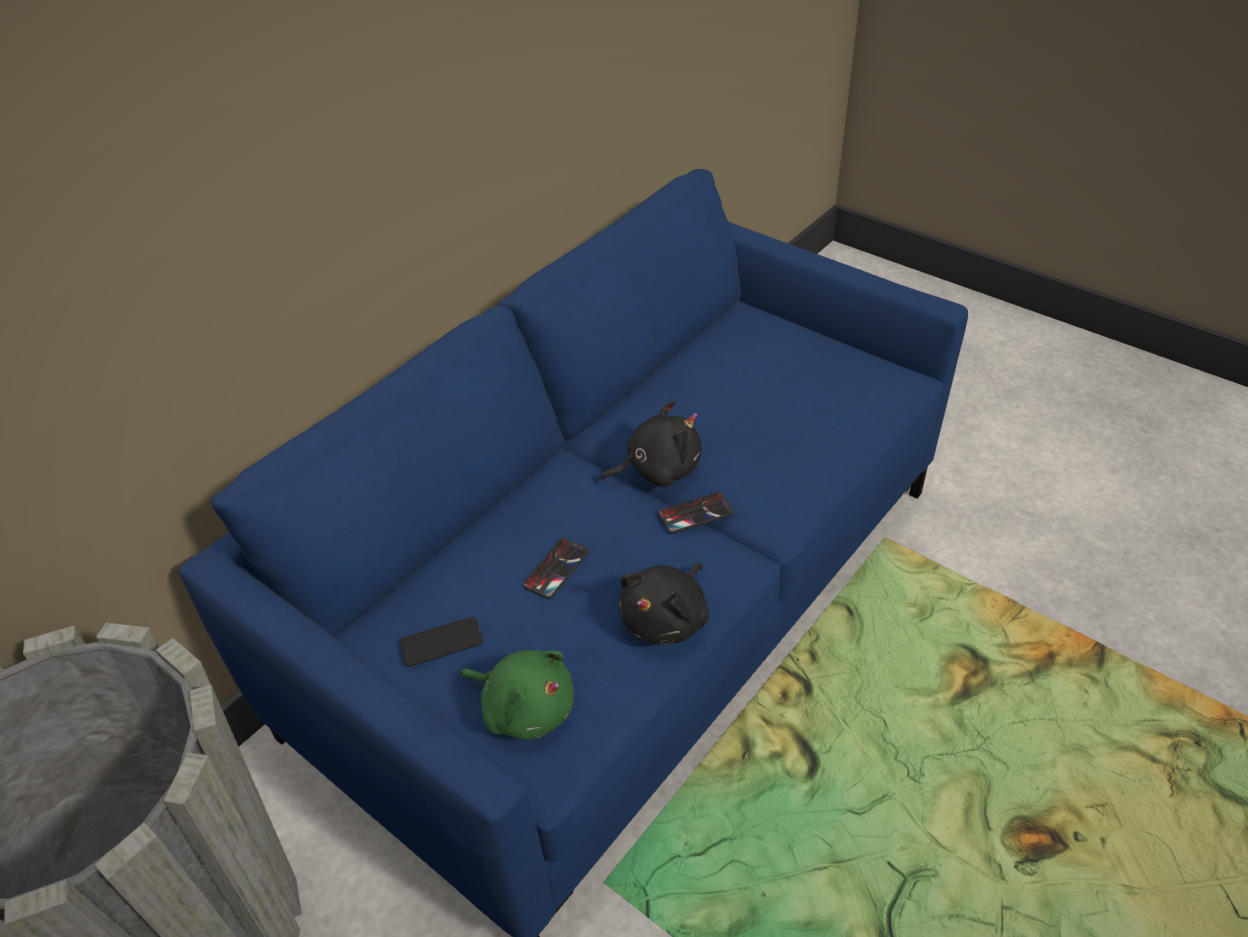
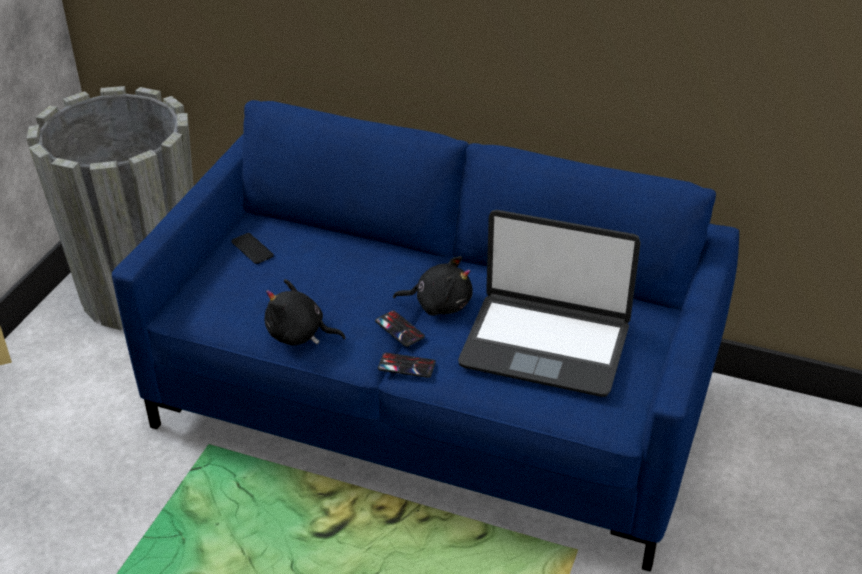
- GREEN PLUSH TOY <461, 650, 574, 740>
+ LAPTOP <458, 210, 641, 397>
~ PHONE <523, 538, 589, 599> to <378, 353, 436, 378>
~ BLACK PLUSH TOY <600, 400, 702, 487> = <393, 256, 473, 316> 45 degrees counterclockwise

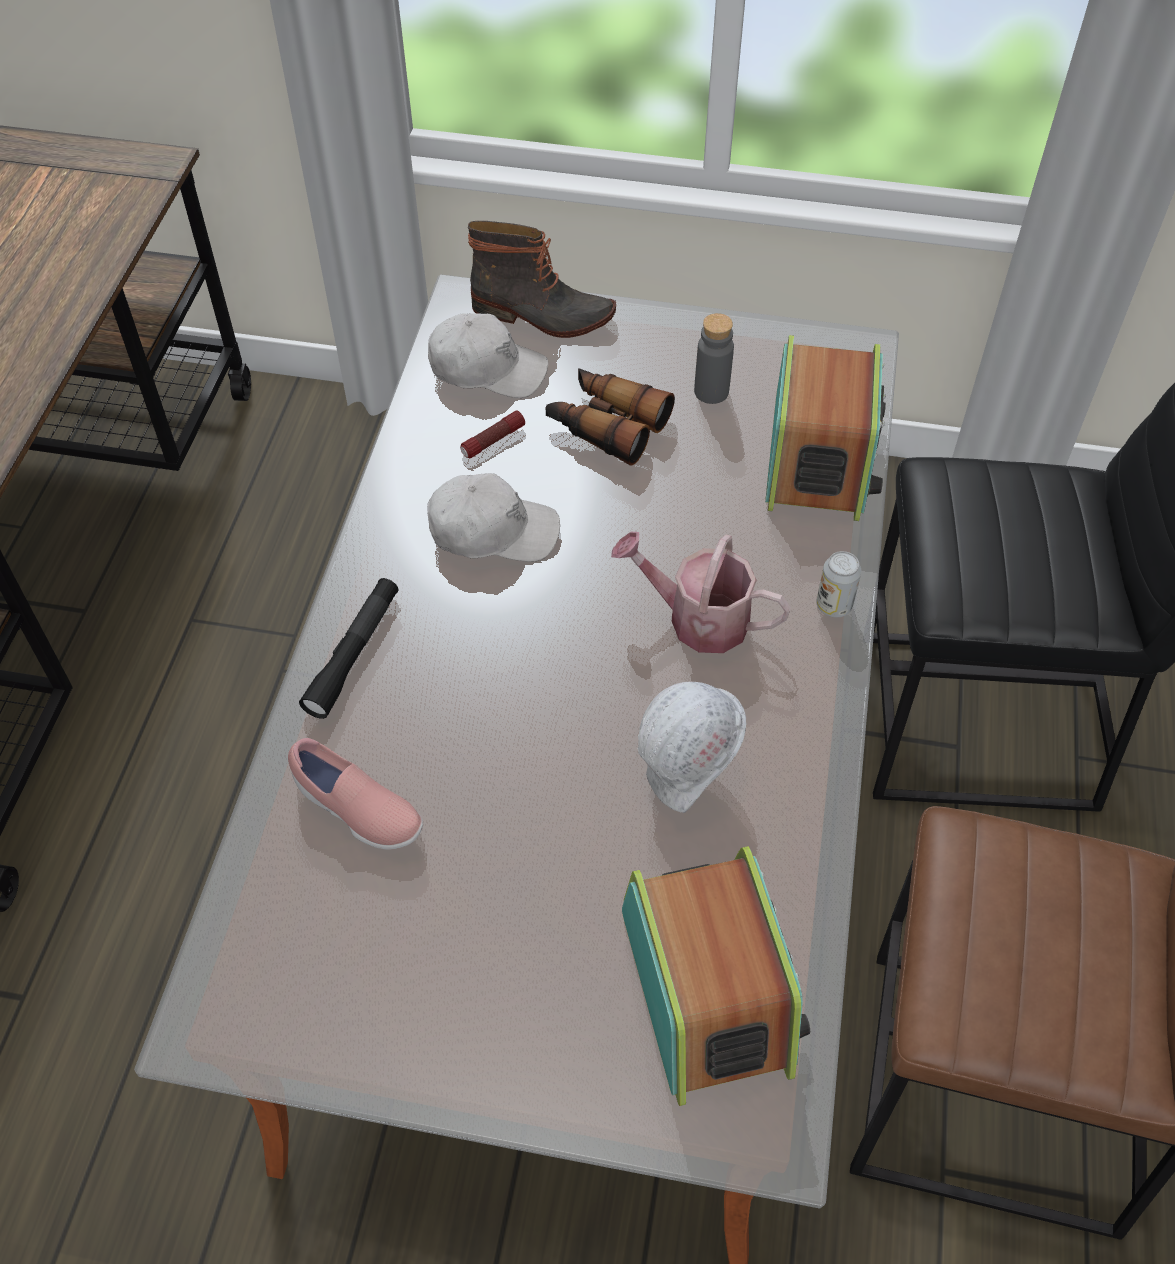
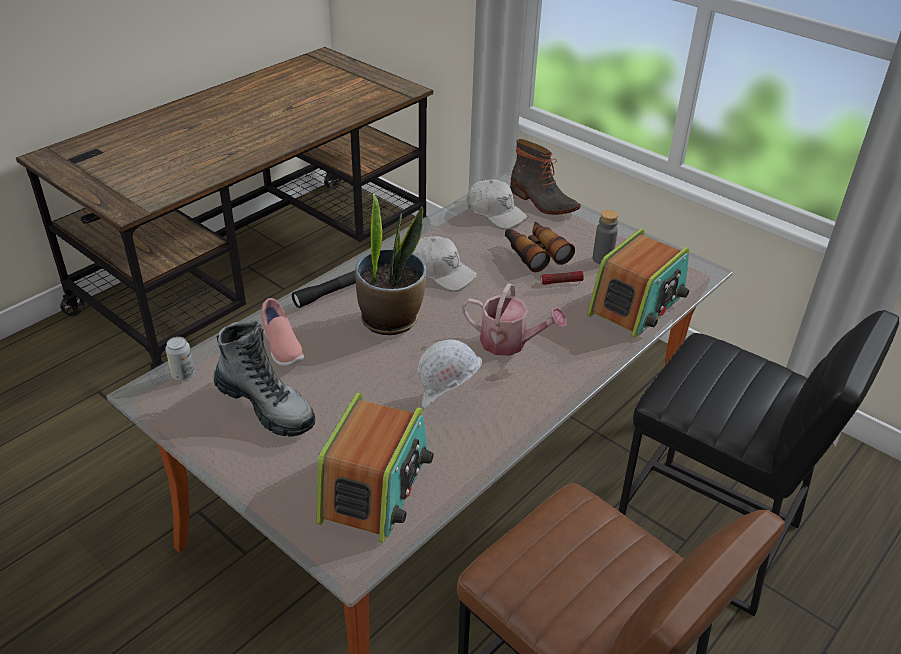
+ BOOT <214, 320, 315, 437>
+ POTTED PLANT <355, 193, 426, 335>
~ FLASHLIGHT <460, 410, 525, 458> to <541, 271, 584, 285>
~ CAN <816, 551, 861, 618> to <165, 337, 195, 381>
~ WATERING CAN <611, 532, 791, 653> = <462, 283, 567, 356> 150 degrees clockwise

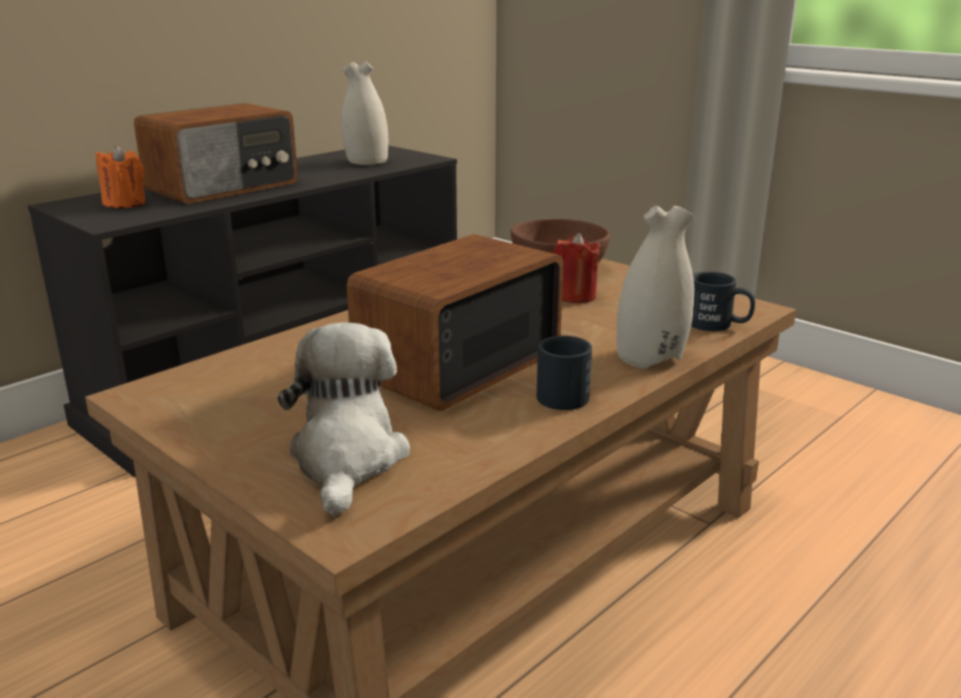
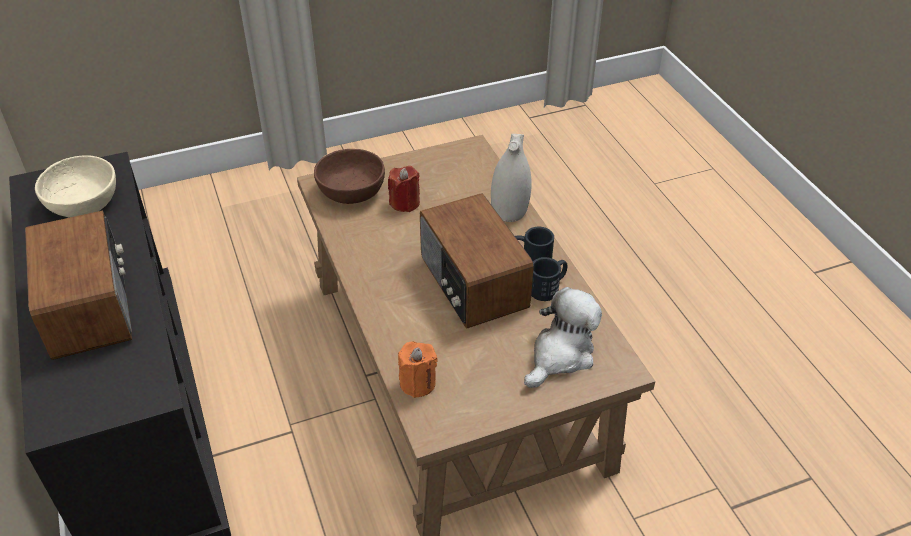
~ ORANGE CANDLE <96, 146, 146, 208> to <398, 341, 438, 398>
~ BLACK MUG <691, 271, 755, 331> to <531, 257, 568, 301>
~ WHITE VASE <341, 61, 388, 165> to BEIGE BOWL <35, 155, 116, 217>
~ PLUSH TOY <277, 322, 410, 516> = <524, 287, 602, 388> 105 degrees clockwise

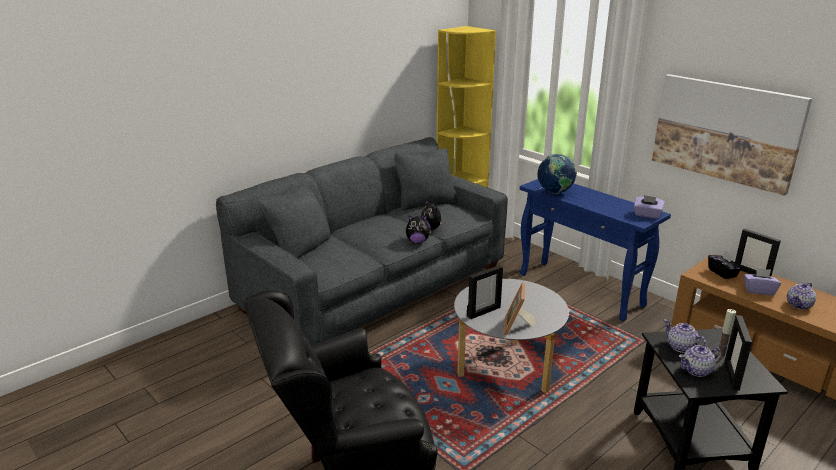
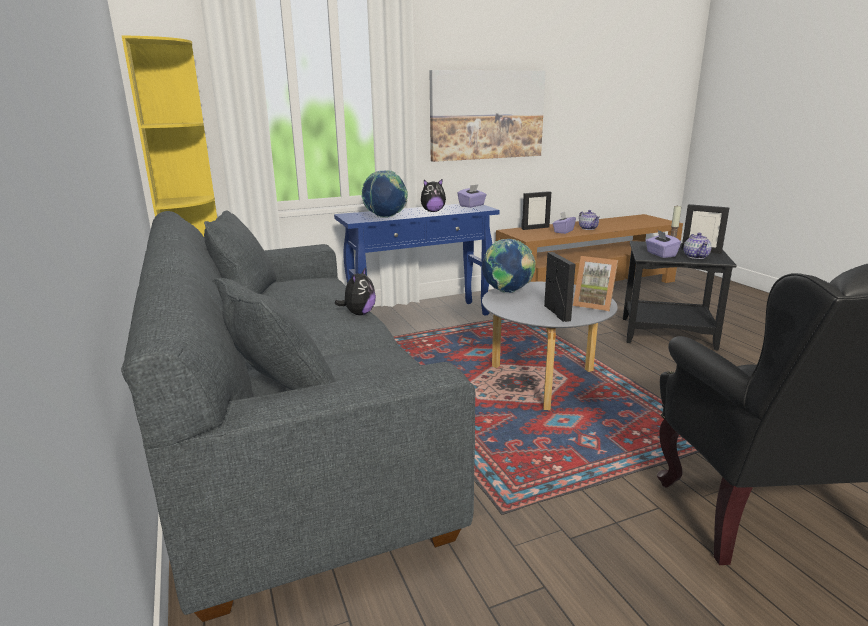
- BLACK TISSUE BOX <708, 250, 742, 279>
+ GLOBE <482, 239, 536, 293>
~ PLUSH TOY <421, 200, 445, 230> to <421, 179, 446, 212>
~ TEAPOT <664, 319, 707, 353> to PURPLE TISSUE BOX <646, 230, 681, 258>

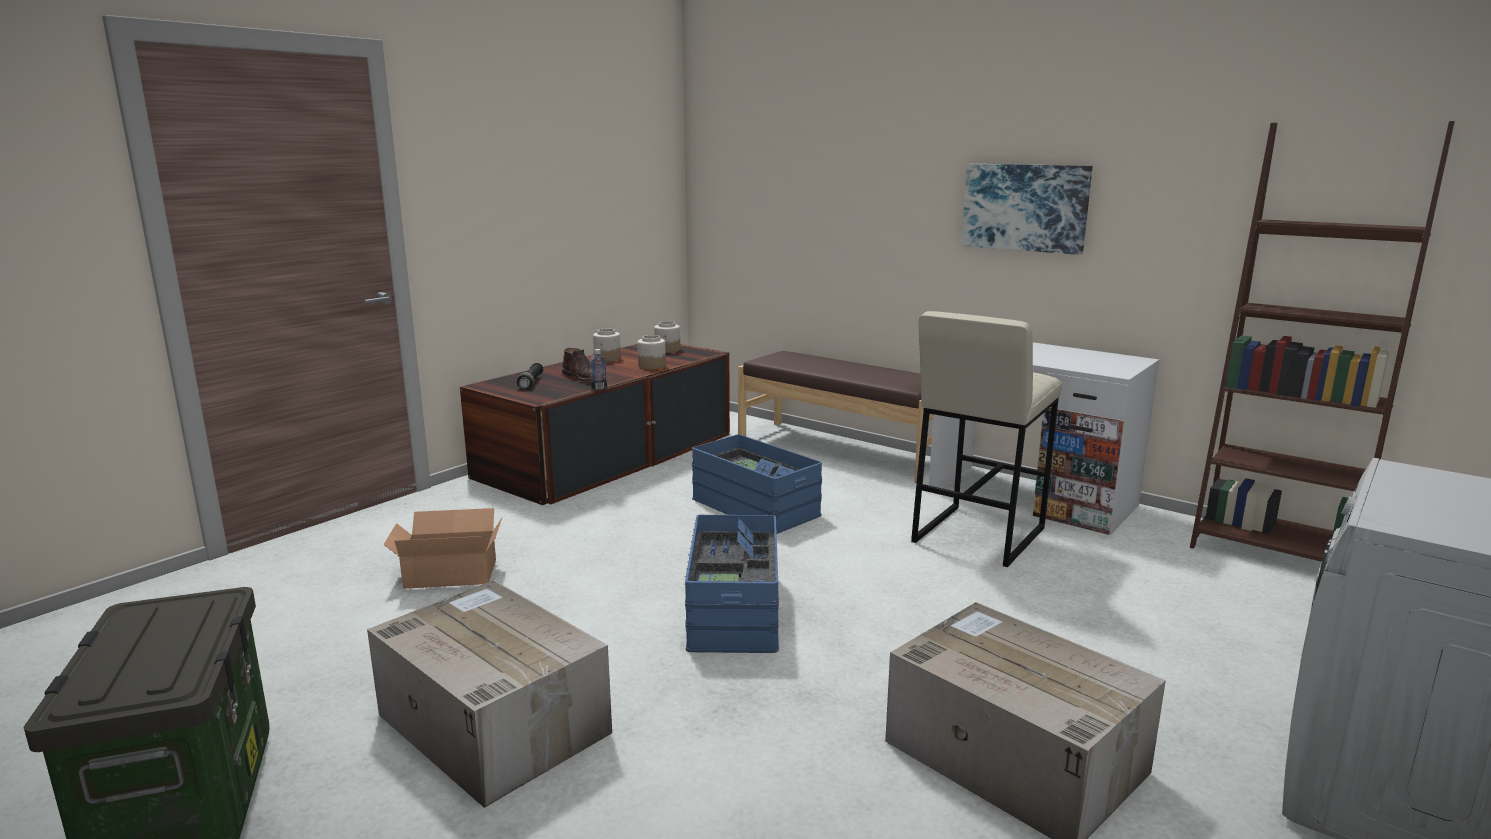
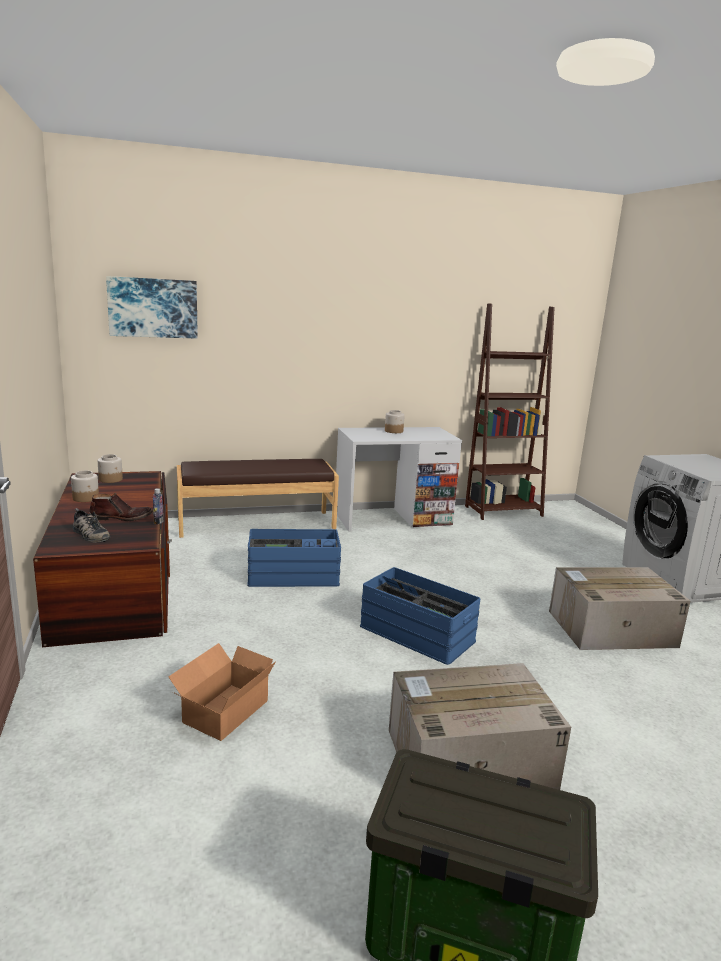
- BEIGE STOOL <911, 311, 1062, 567>
~ JAR <637, 335, 666, 369> to <385, 410, 405, 433>
~ PICTURE <961, 164, 1092, 255> to <106, 276, 198, 339>
~ BLACK FLASHLIGHT <517, 363, 543, 389> to SHOE <73, 508, 110, 543>

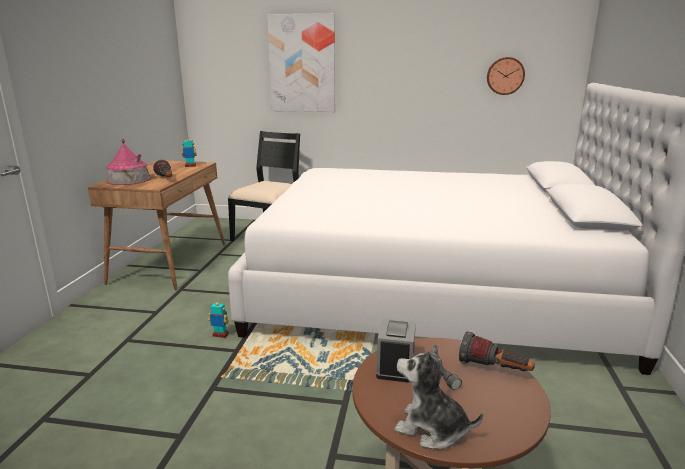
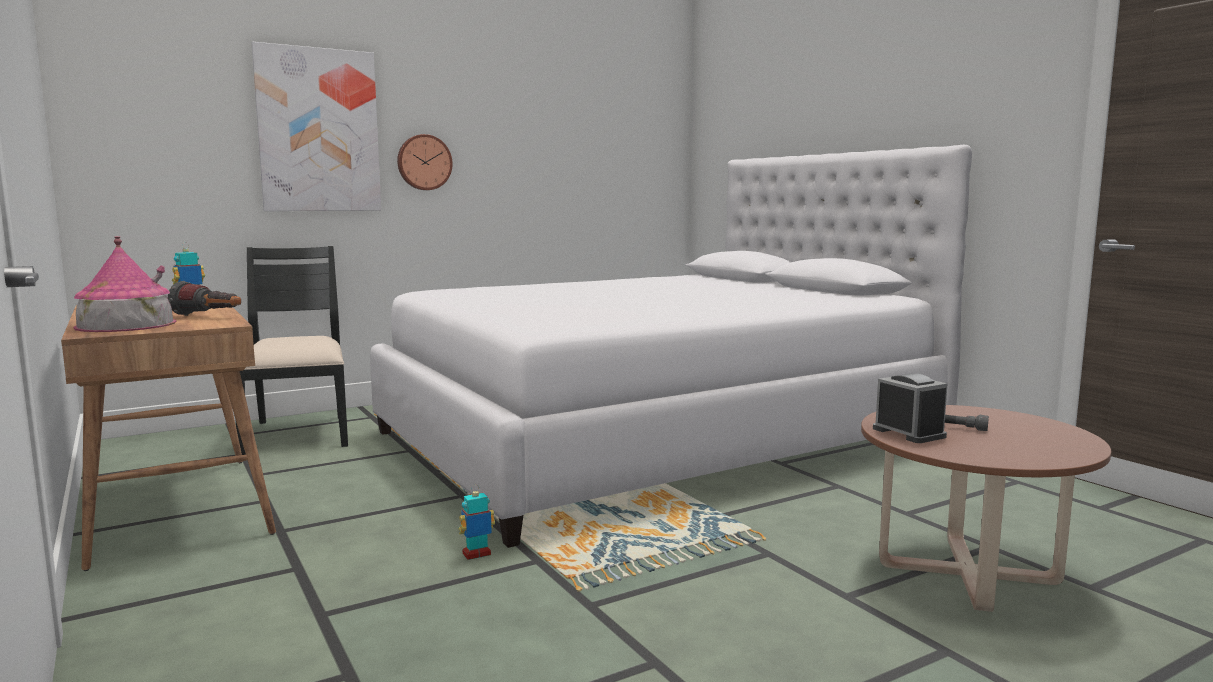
- PLUSH TOY <395, 344, 483, 449>
- FLASHLIGHT <459, 331, 535, 371>
~ WALL CLOCK <487, 57, 525, 95> to <397, 134, 453, 190>

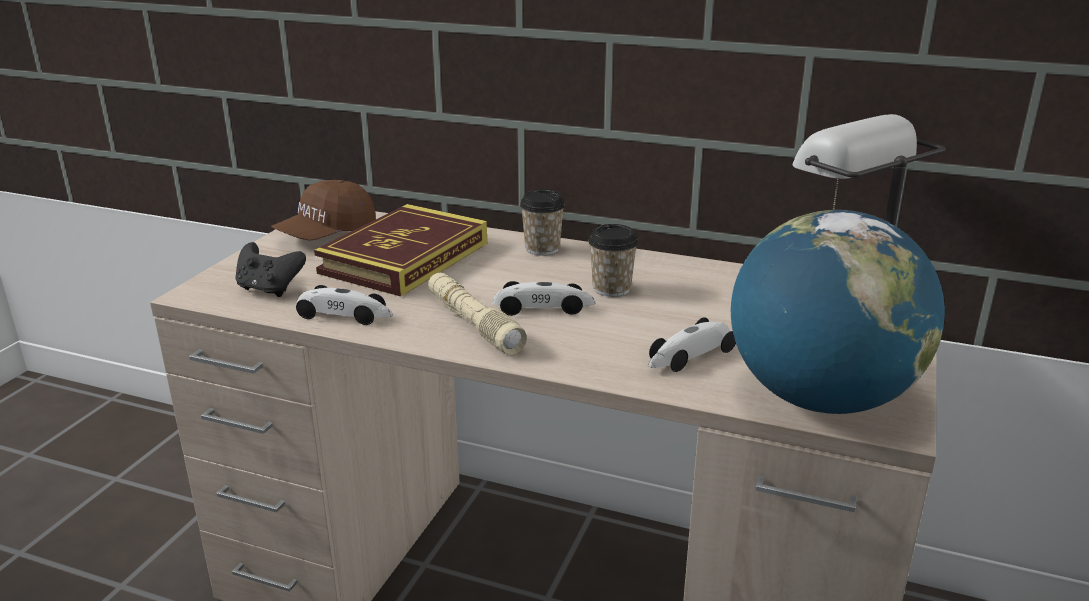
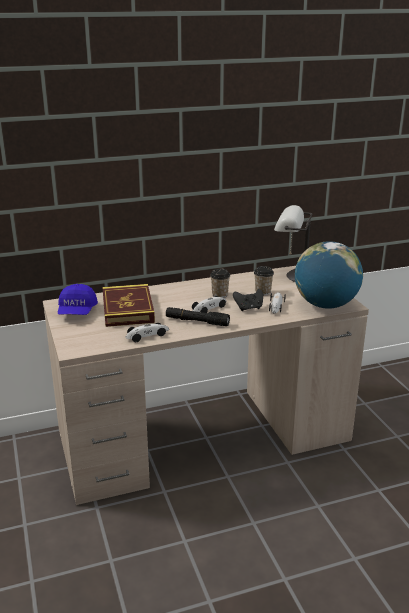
~ BLACK GAME CONTROLLER <235, 242, 306, 297> to <233, 289, 263, 311>
~ CUP <520, 189, 565, 256> to <254, 266, 274, 295>
~ BROWN CAP <271, 180, 376, 241> to BLUE CAP <58, 284, 98, 315>
~ BEIGE FLASHLIGHT <428, 273, 527, 355> to BLACK FLASHLIGHT <166, 307, 230, 326>

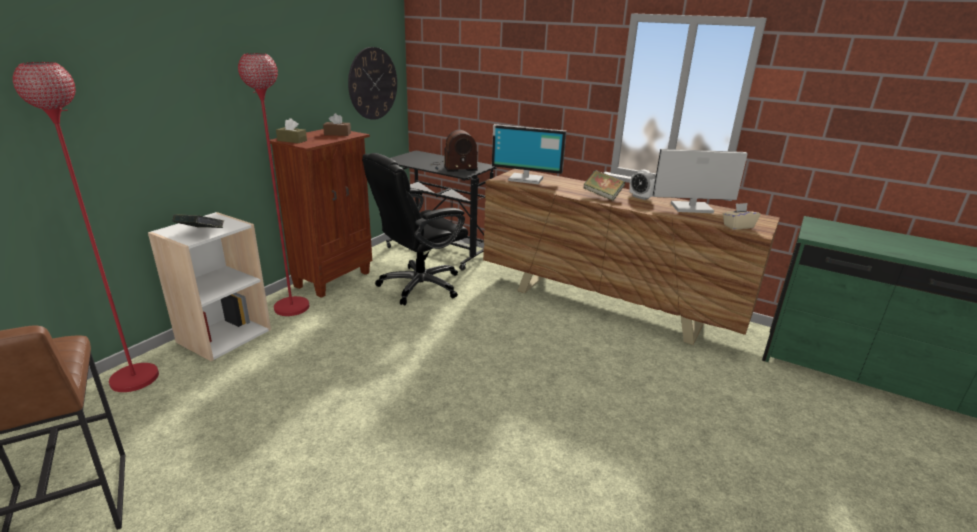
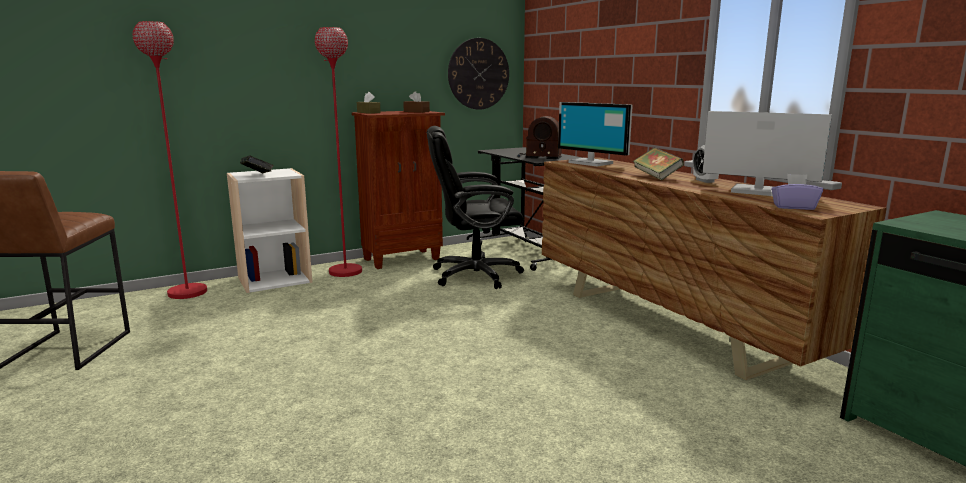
~ BEIGE TISSUE BOX <723, 203, 760, 230> to PURPLE TISSUE BOX <771, 174, 823, 210>

